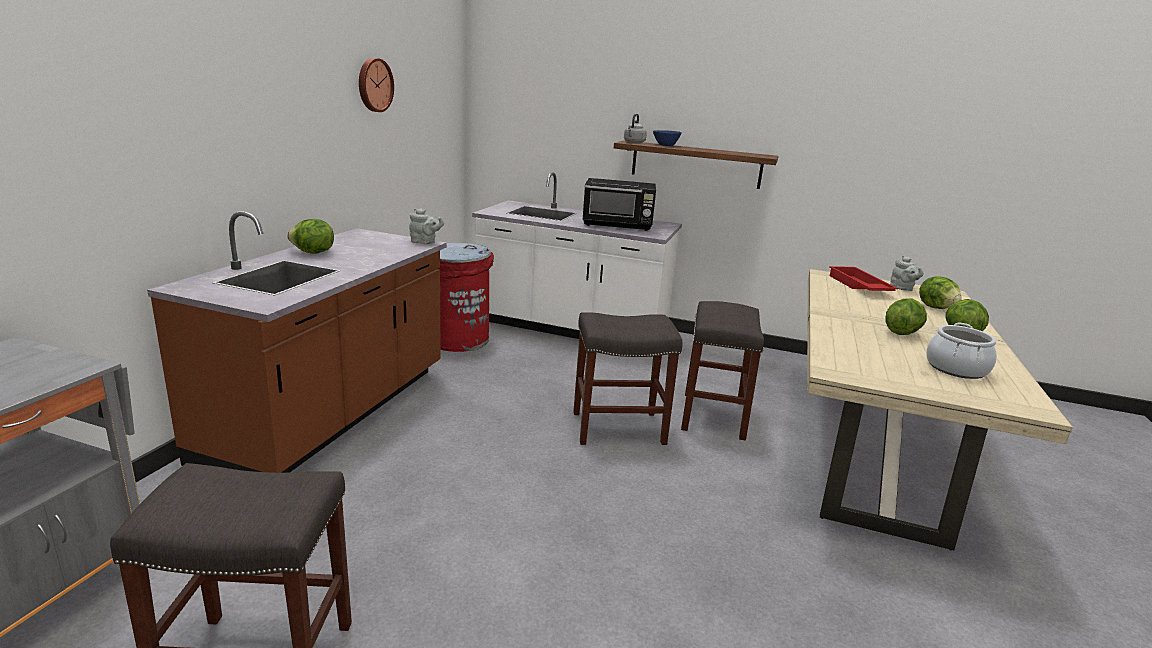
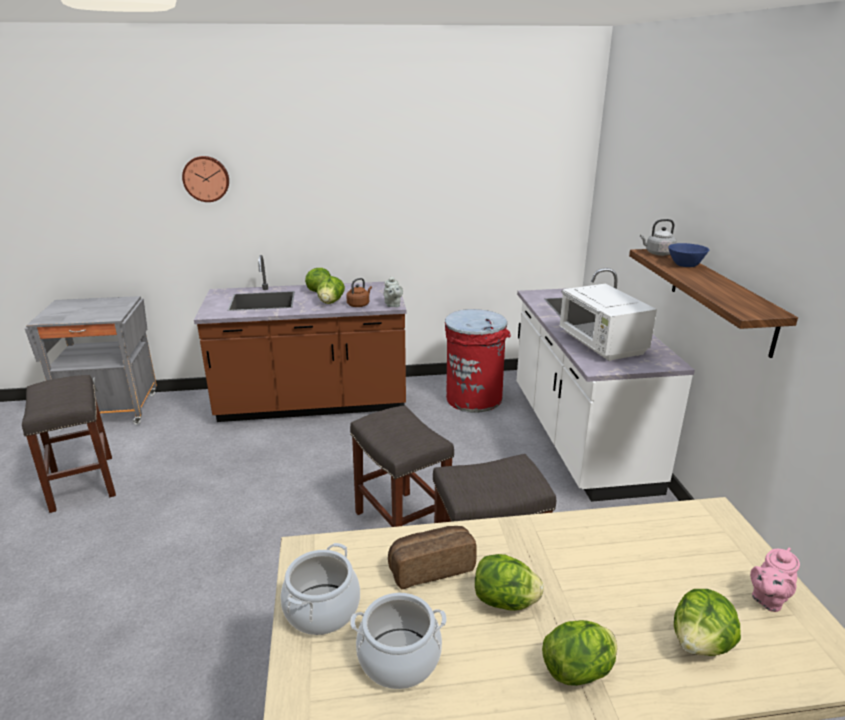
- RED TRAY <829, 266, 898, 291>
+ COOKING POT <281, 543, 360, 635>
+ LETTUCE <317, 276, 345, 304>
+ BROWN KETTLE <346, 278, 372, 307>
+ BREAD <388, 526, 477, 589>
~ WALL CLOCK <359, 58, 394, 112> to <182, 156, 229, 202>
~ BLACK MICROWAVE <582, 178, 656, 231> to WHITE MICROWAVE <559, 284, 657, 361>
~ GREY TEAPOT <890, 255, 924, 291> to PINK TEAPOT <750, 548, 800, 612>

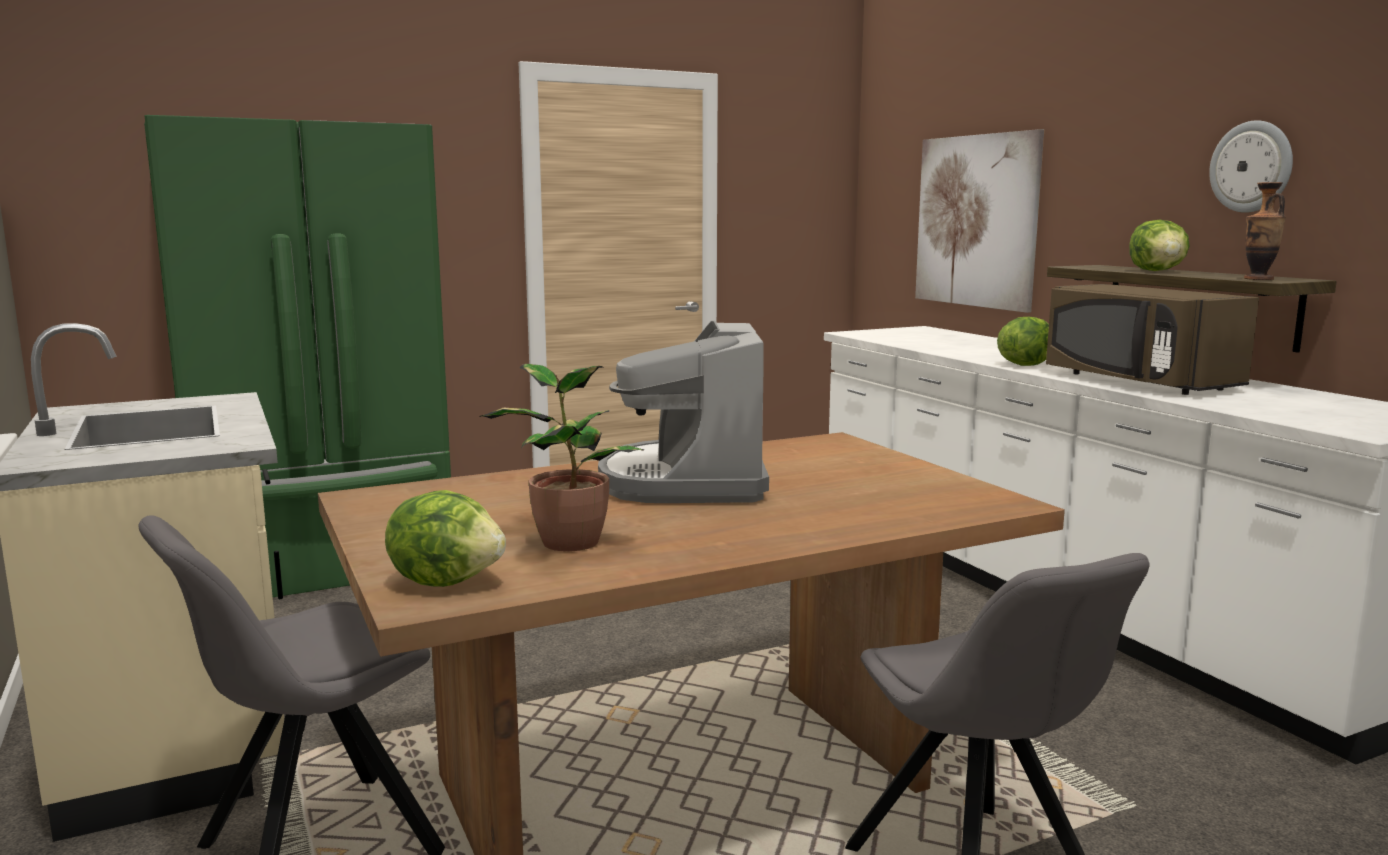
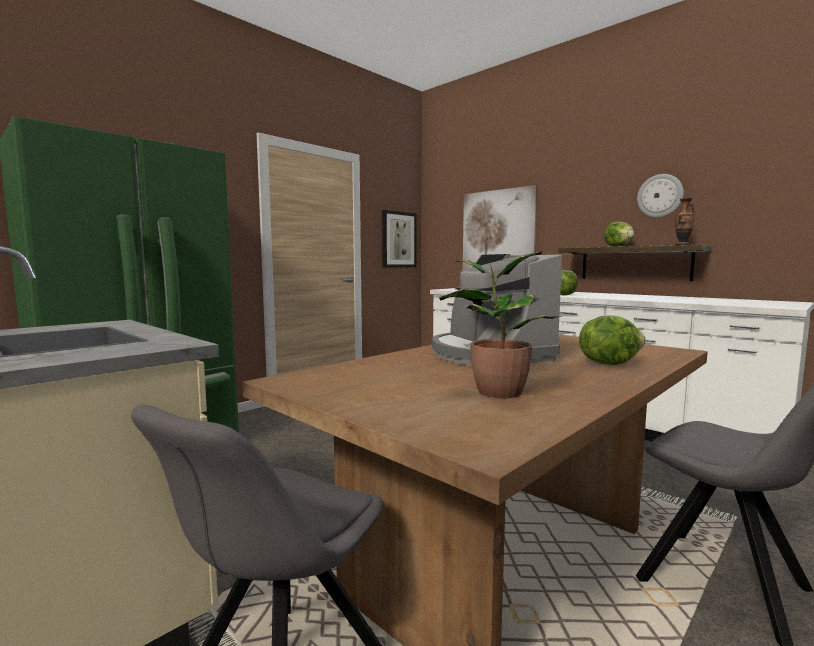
- BROWN MICROWAVE <1046, 284, 1259, 395>
+ PICTURE <382, 210, 417, 268>
~ LETTUCE <385, 490, 506, 587> to <579, 315, 646, 365>

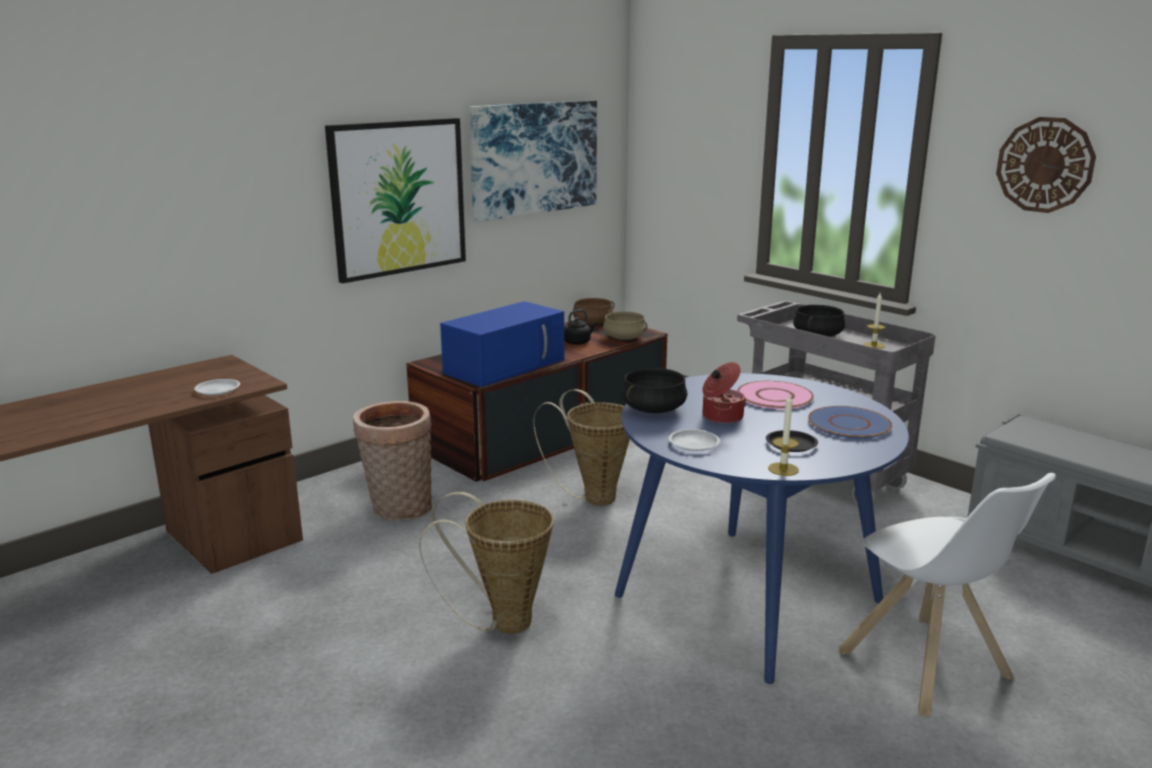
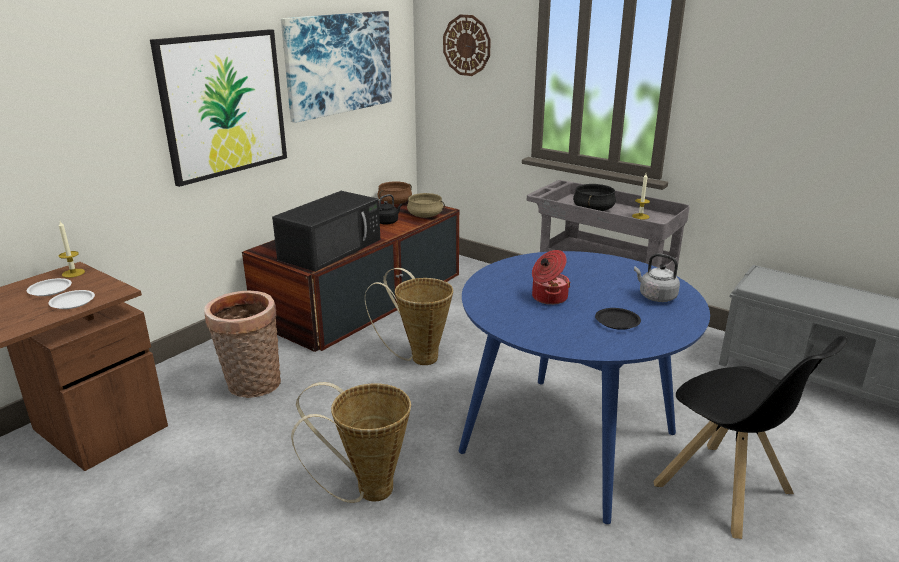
- BLACK COOKING POT <621, 368, 688, 413>
- PINK PLATE <737, 381, 814, 409>
~ WHITE PLATE <669, 429, 720, 451> to <27, 278, 72, 296>
~ CANDLE <768, 395, 799, 476> to <59, 221, 85, 278>
~ WALL CLOCK <996, 117, 1096, 213> to <443, 15, 491, 76>
~ BLUE PLATE <808, 406, 892, 439> to GREY KETTLE <634, 253, 680, 302>
~ BLUE MICROWAVE <440, 301, 564, 387> to BLACK MICROWAVE <272, 191, 380, 272>
~ WHITE CHAIR <839, 473, 1056, 717> to BLACK CHAIR <653, 336, 848, 539>

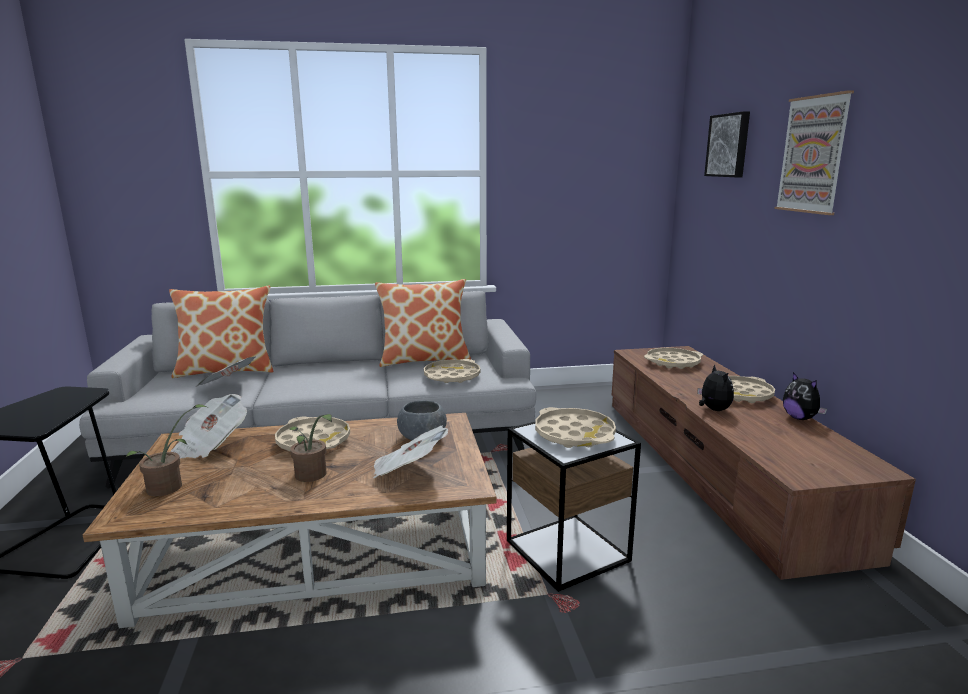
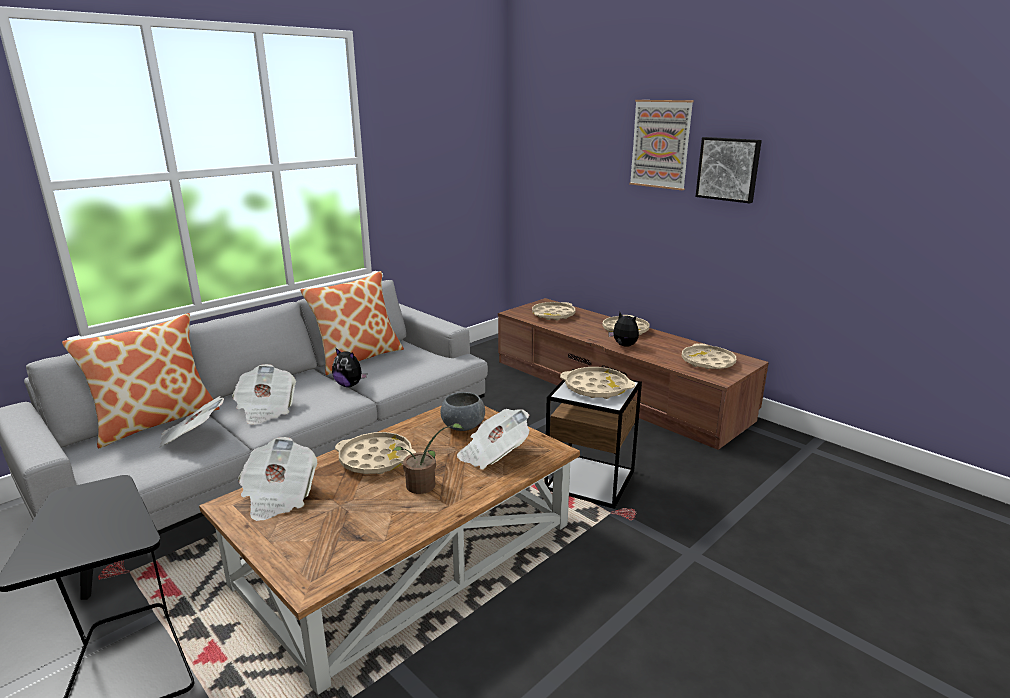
- POTTED PLANT <126, 404, 207, 496>
+ NEWSPAPER <232, 364, 296, 425>
~ BEIGE TRAY <424, 359, 481, 383> to <682, 343, 736, 369>
~ PICTURE <704, 111, 750, 177> to <695, 137, 762, 203>
~ PLUSH TOY <783, 372, 827, 420> to <332, 348, 367, 387>

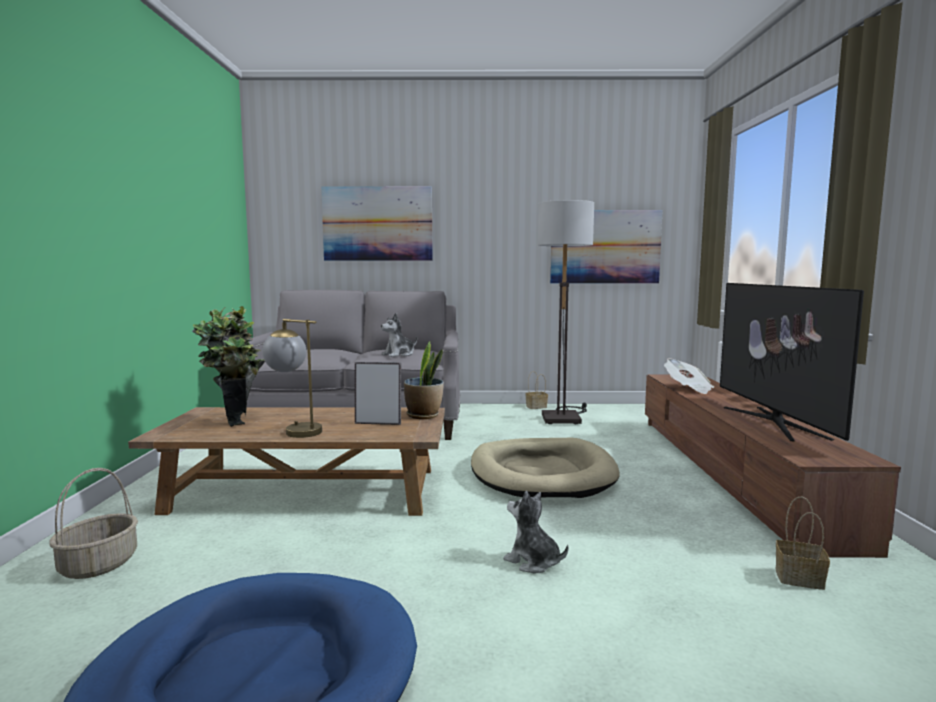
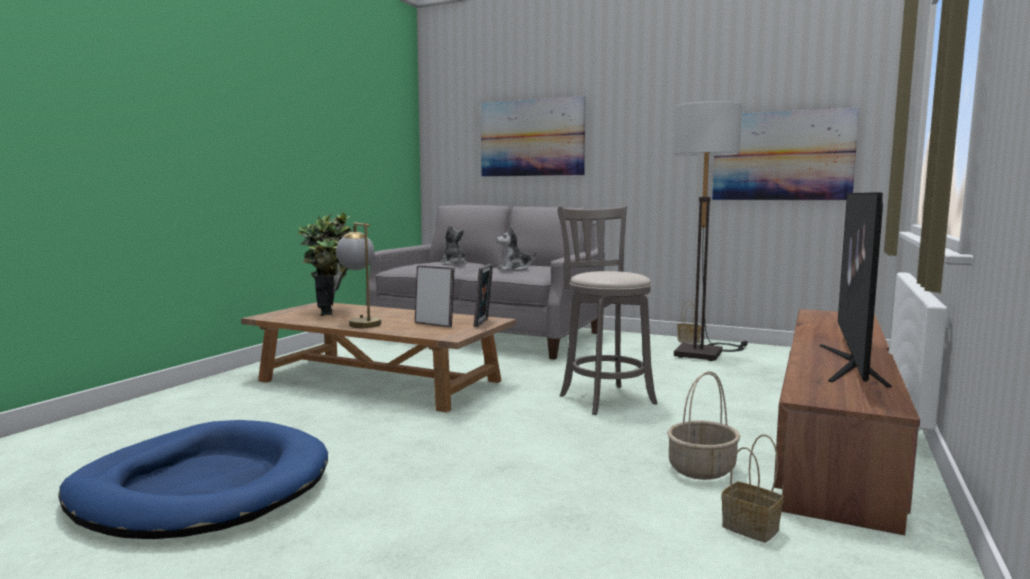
- NEWSPAPER <664, 358, 714, 394>
~ BASKET <49, 468, 138, 579> to <667, 371, 740, 480>
~ PLUSH TOY <503, 491, 568, 573> to <441, 225, 467, 265>
~ POTTED PLANT <404, 341, 444, 419> to PICTURE FRAME <474, 264, 493, 327>
~ BEIGE DOG BED <471, 437, 620, 498> to GREY STOOL <558, 206, 658, 415>

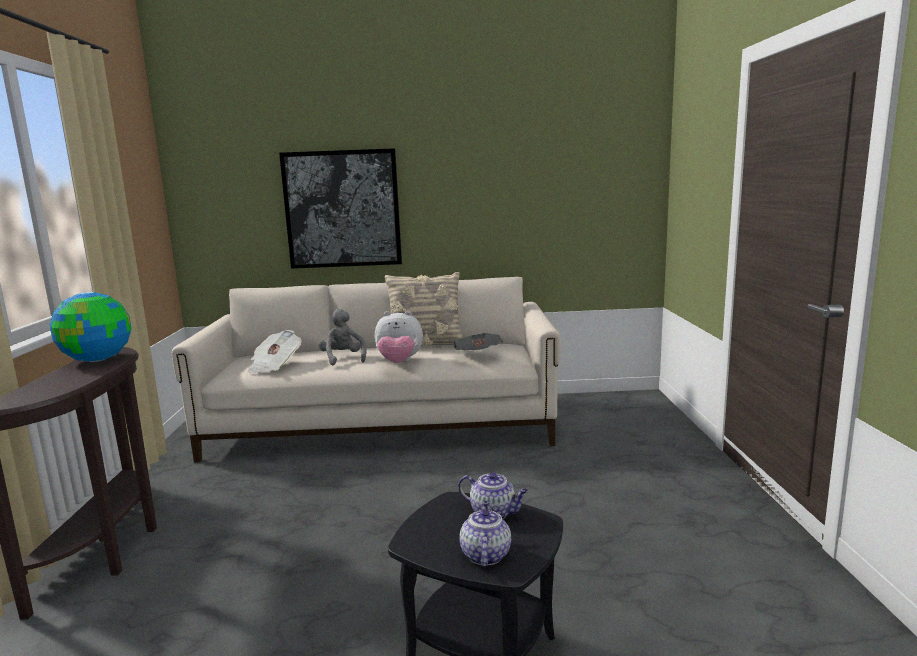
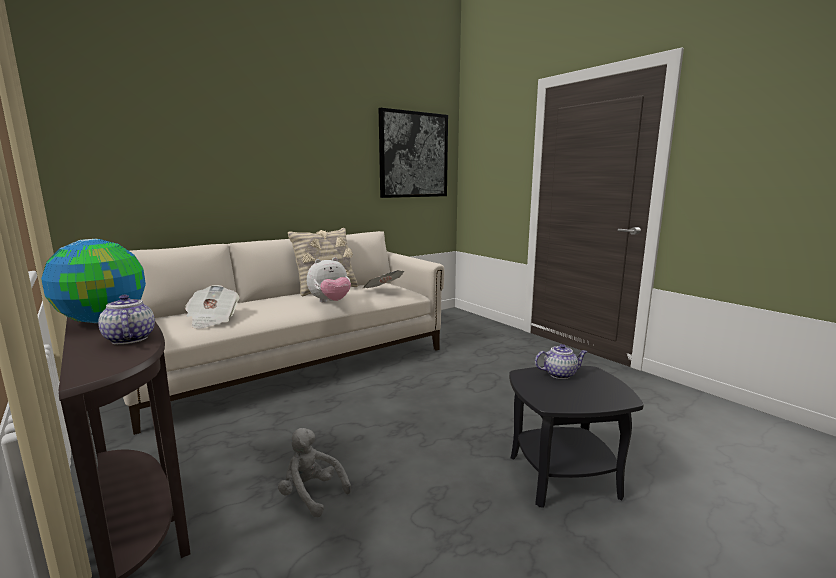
~ PICTURE <279, 148, 402, 269> to <379, 108, 448, 198>
~ GREY PLUSH TOY <318, 309, 367, 365> to <278, 428, 351, 517>
~ TEAPOT <460, 501, 511, 567> to <98, 295, 155, 344>

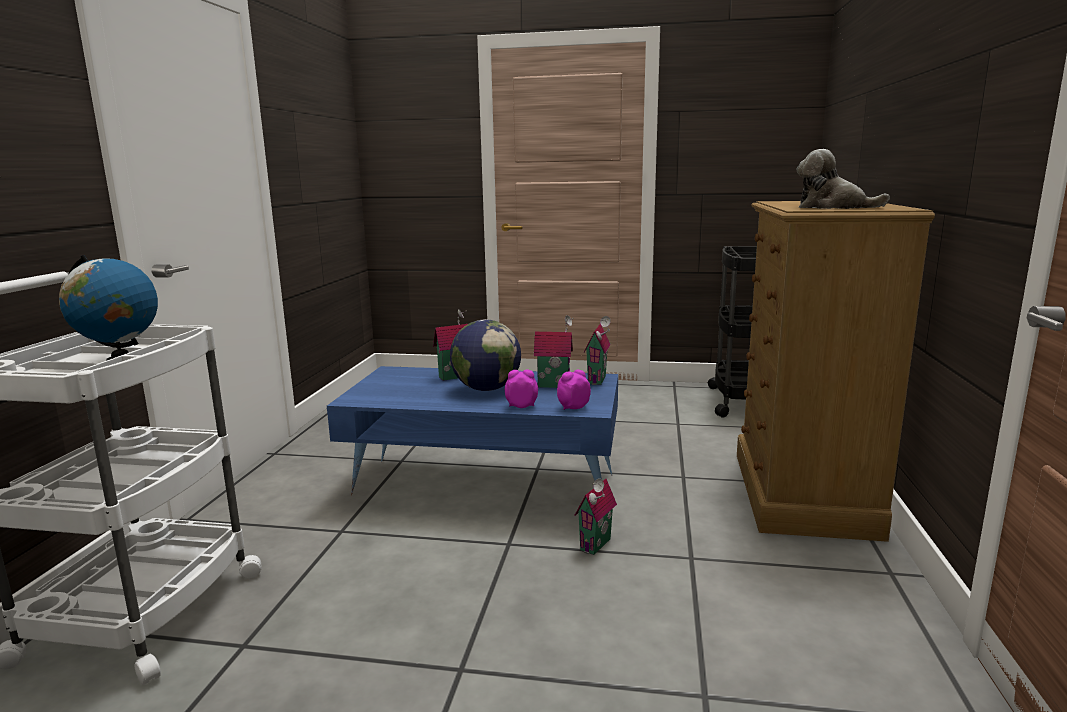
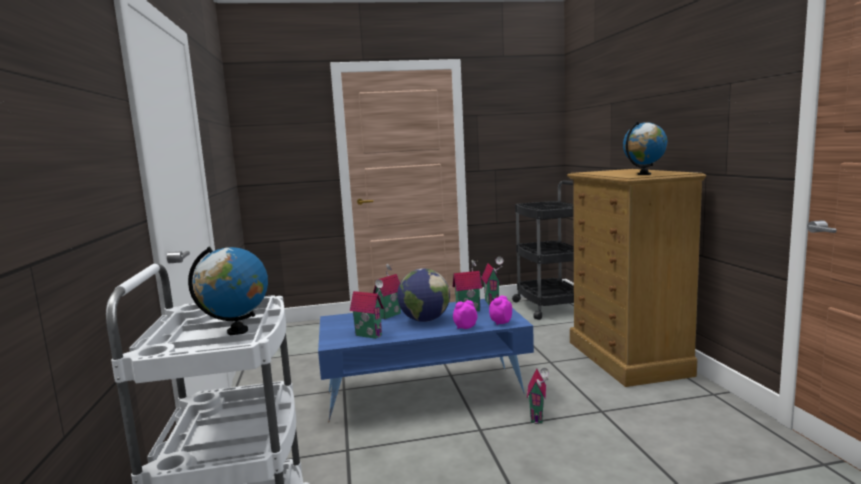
+ TOY HOUSE <350, 279, 384, 339>
~ PLUSH TOY <797, 149, 890, 209> to GLOBE <623, 121, 667, 175>

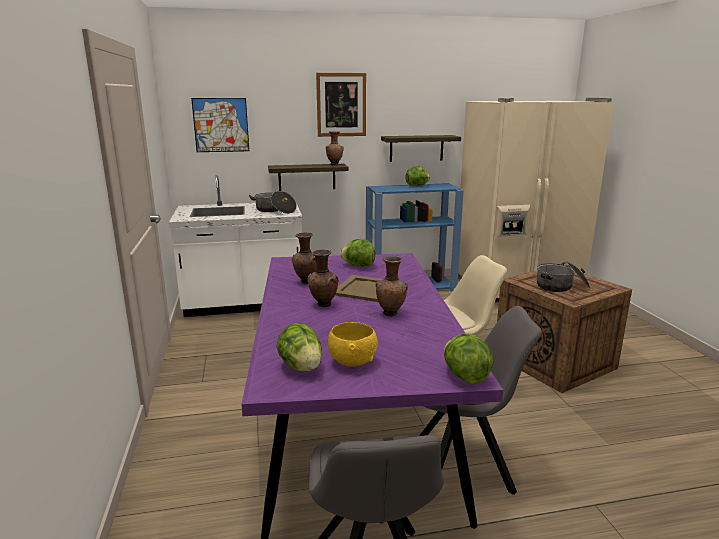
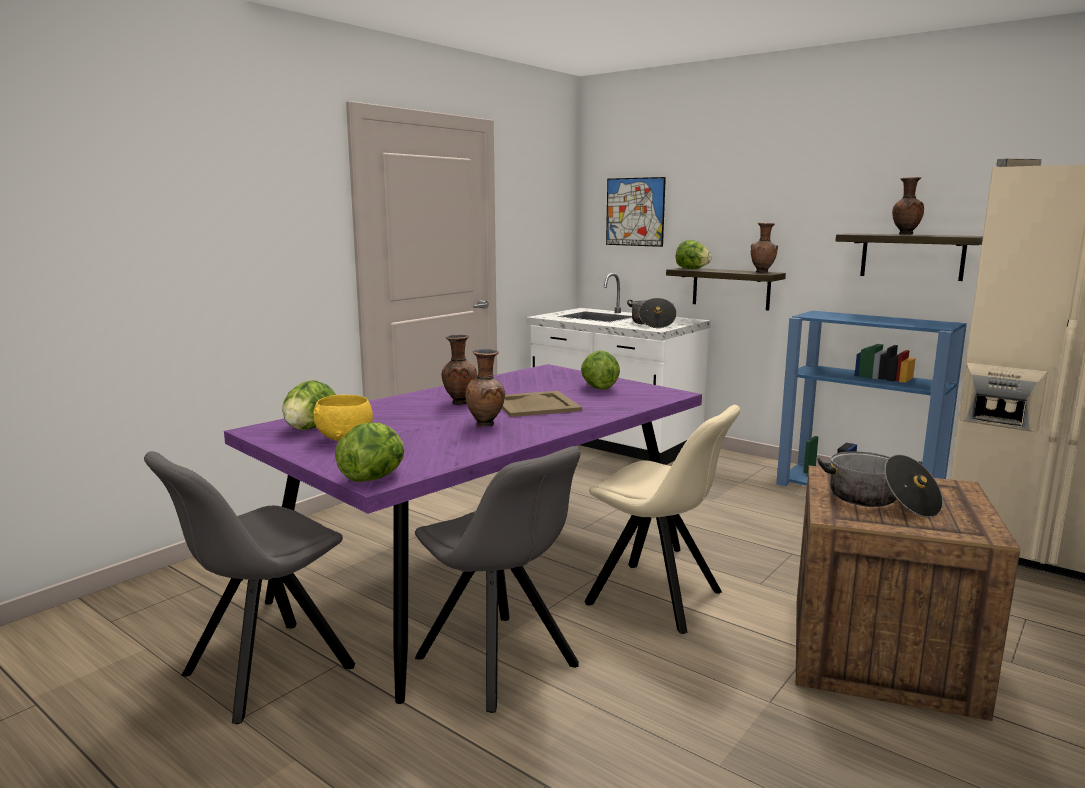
- PICTURE <316, 73, 366, 137>
~ BROWN VASE <292, 232, 317, 284> to <892, 177, 924, 235>
~ LETTUCE <405, 166, 430, 186> to <676, 240, 712, 269>

